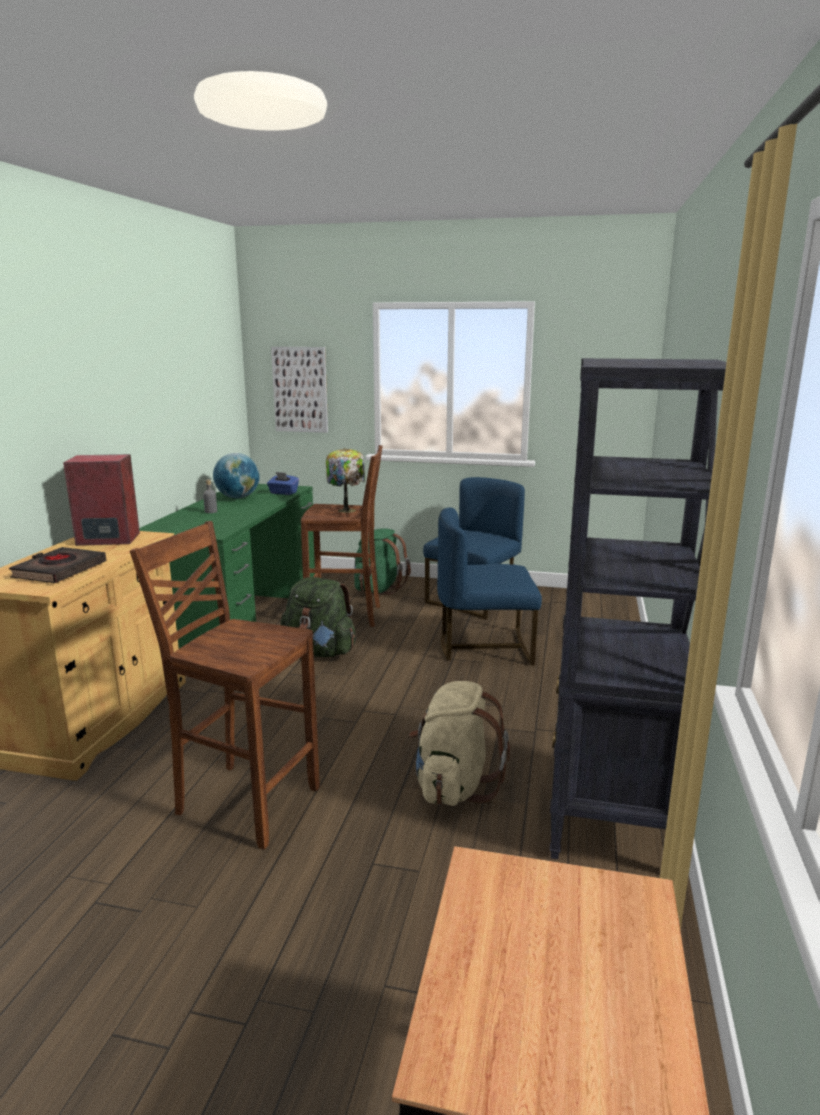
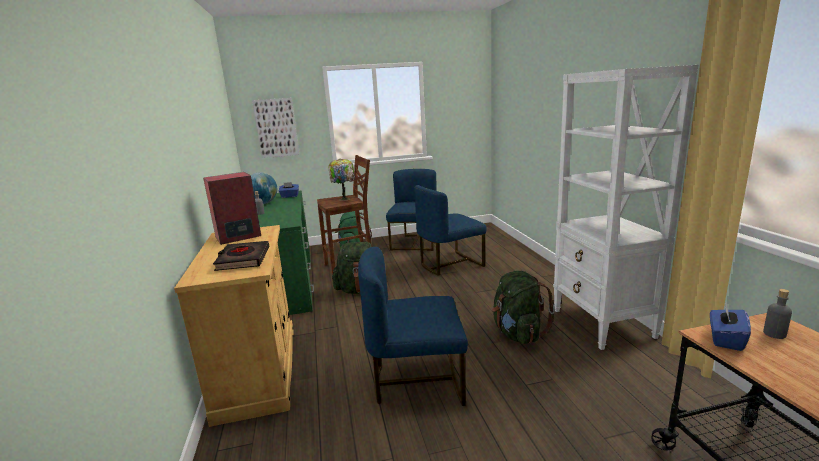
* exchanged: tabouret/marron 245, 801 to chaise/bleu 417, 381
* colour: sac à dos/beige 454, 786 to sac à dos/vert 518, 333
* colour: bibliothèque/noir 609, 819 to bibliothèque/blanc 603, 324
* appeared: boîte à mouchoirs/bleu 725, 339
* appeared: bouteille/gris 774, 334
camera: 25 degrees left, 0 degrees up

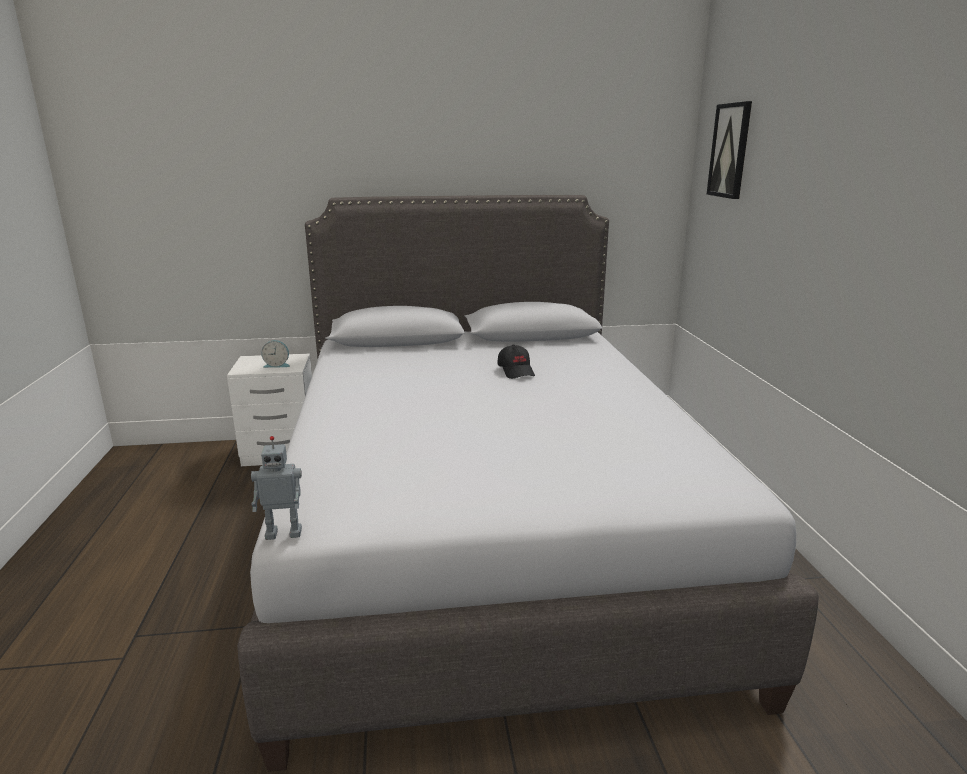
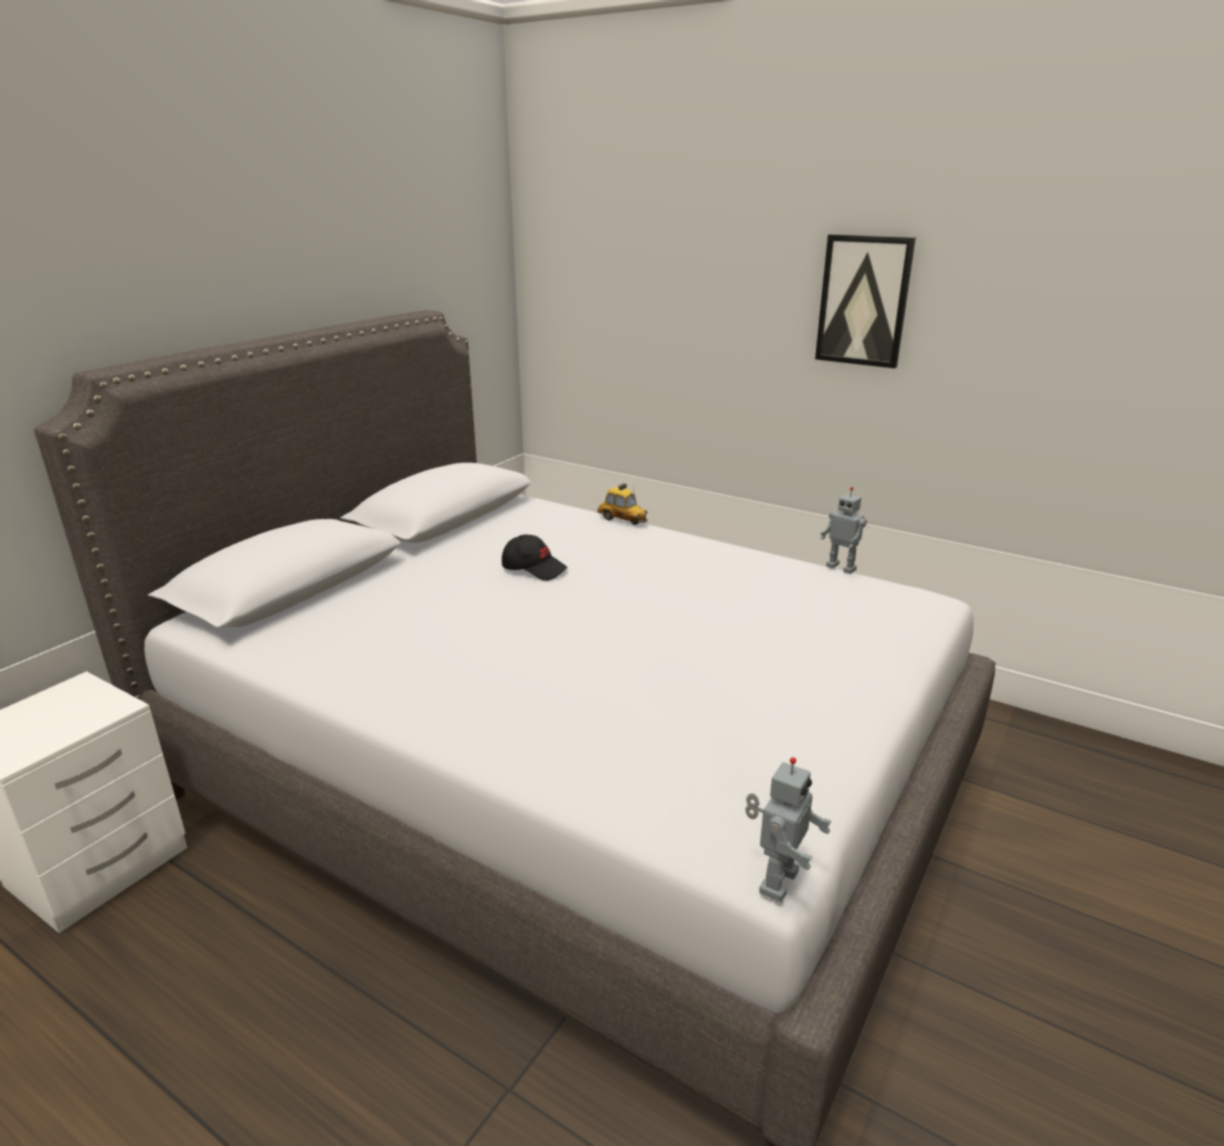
* missing: réveil 277, 365
* relocated: tableau 730, 150 to 863, 301
* appeared: petite voiture 622, 520
* appeared: robot jouet 842, 568
camera: 50 degrees left, 5 degrees up

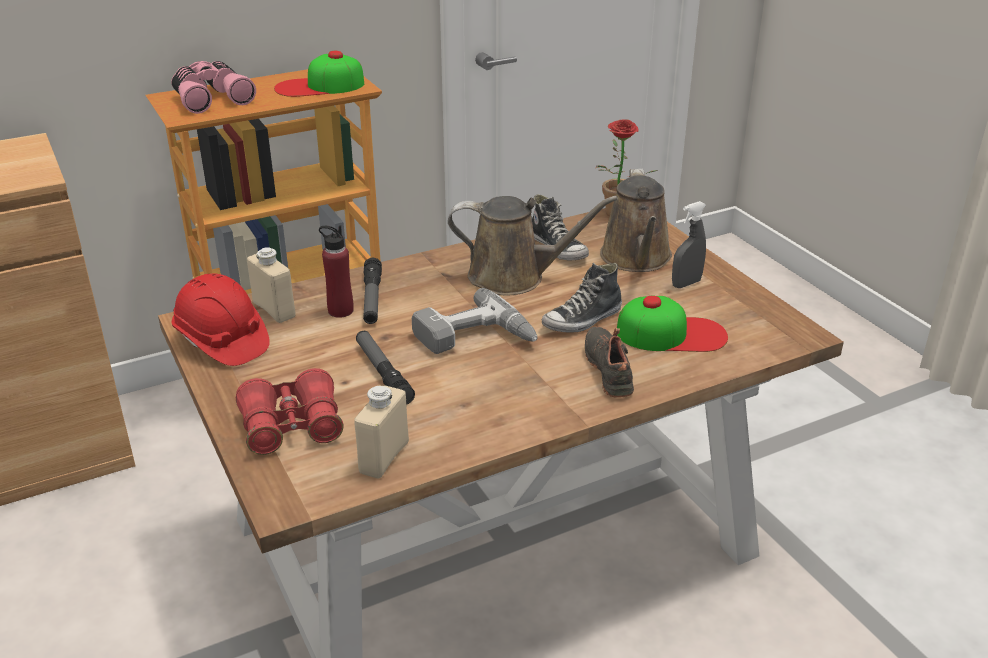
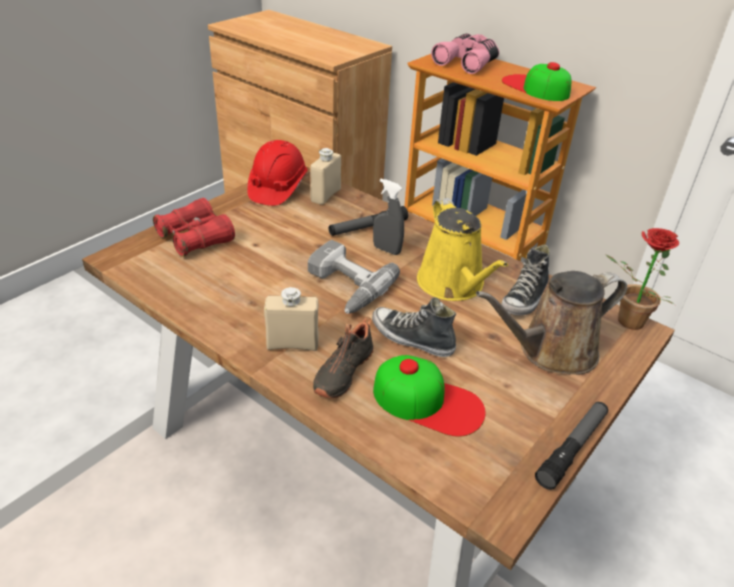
* missing: bouteille/rouge 340, 310
* relocated: bouteille/beige 384, 457 to 292, 344
* relocated: lampe de poche 383, 373 to 572, 448
* colour: arrosoir/marron 514, 277 to arrosoir/jaune 453, 285
* spun: chaussure/noir 610, 369 = 342, 371 150 degrees clockwise
* spun: casquette 671, 334 = 428, 401 45 degrees counterclockwise
* relocated: vaporisateur/gris 686, 284 to 387, 250
camera: 65 degrees right, 5 degrees up

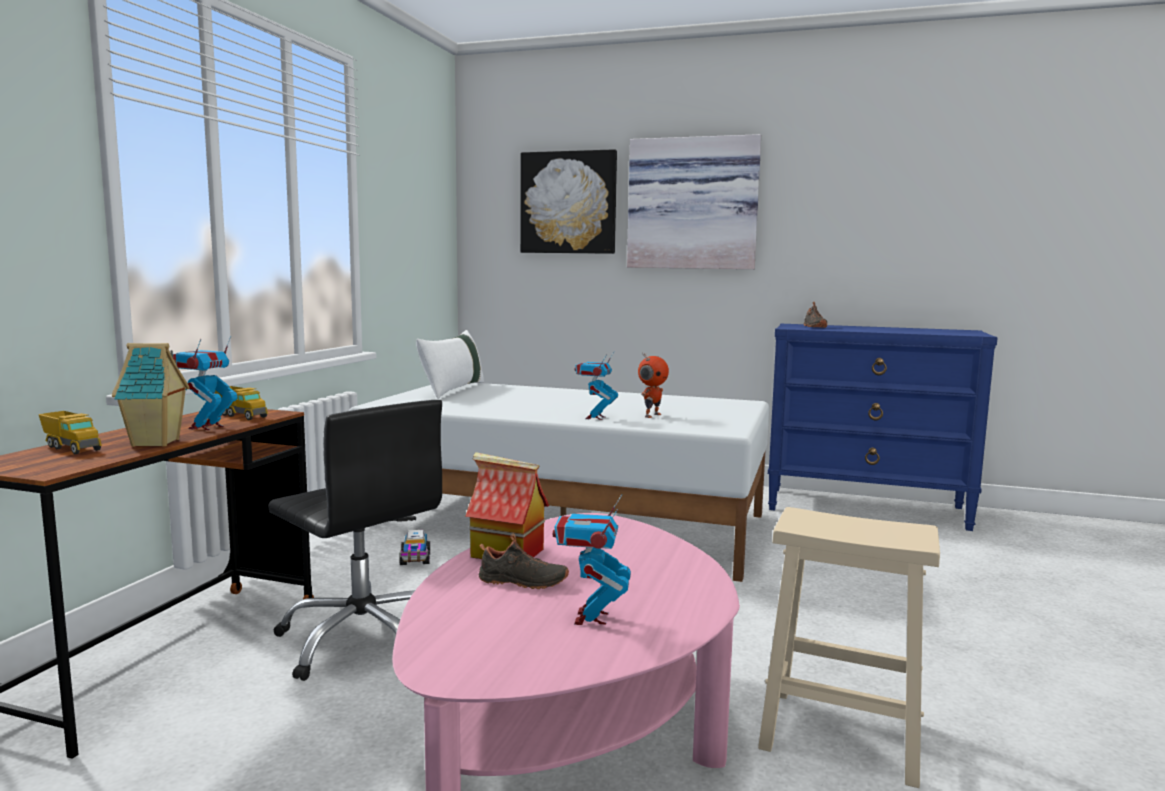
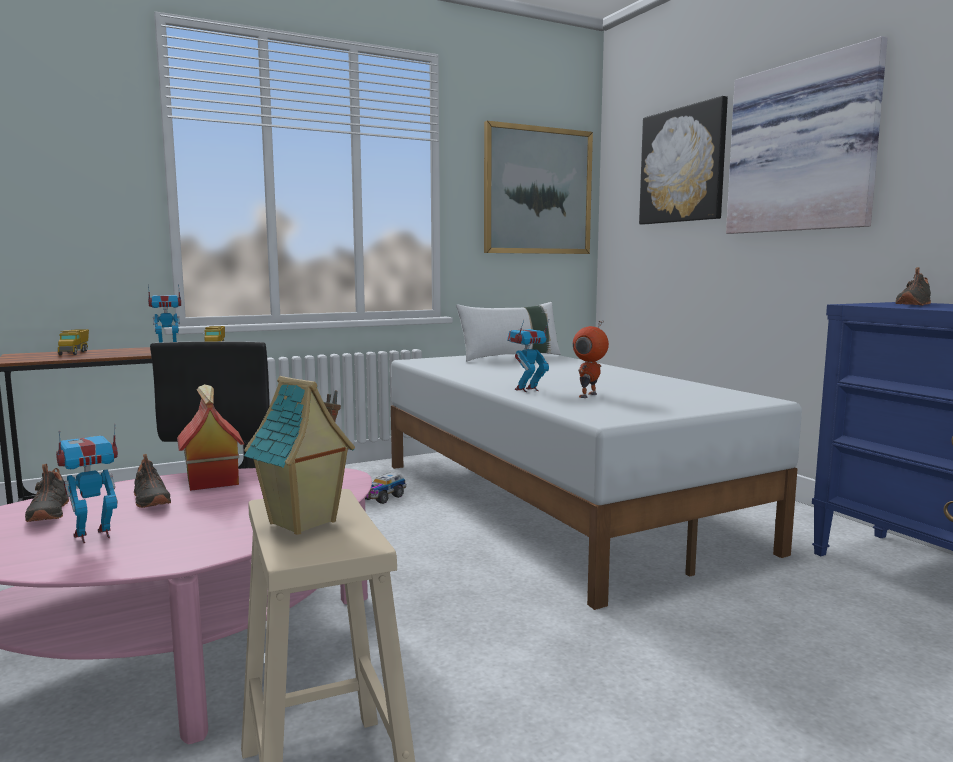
* relocated: maison miniature 156, 443 to 303, 523
* spun: robot jouet 651, 415 = 589, 396 135 degrees clockwise
* appeared: chaussure/noir 47, 513
* appeared: tableau 537, 191
camera: 45 degrees right, 0 degrees up

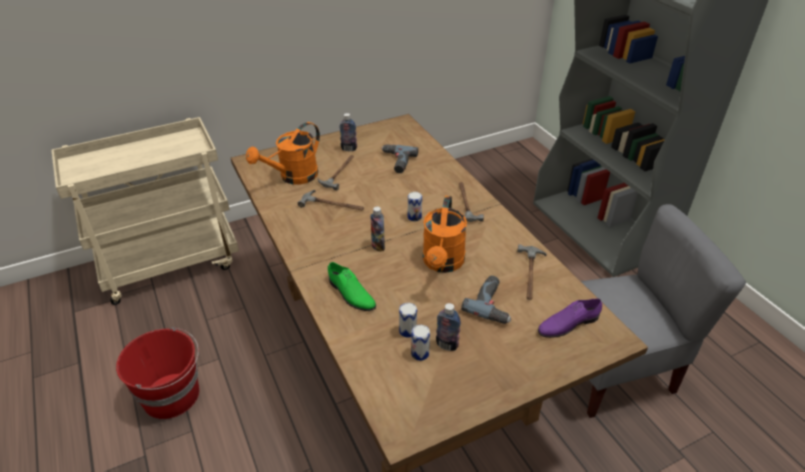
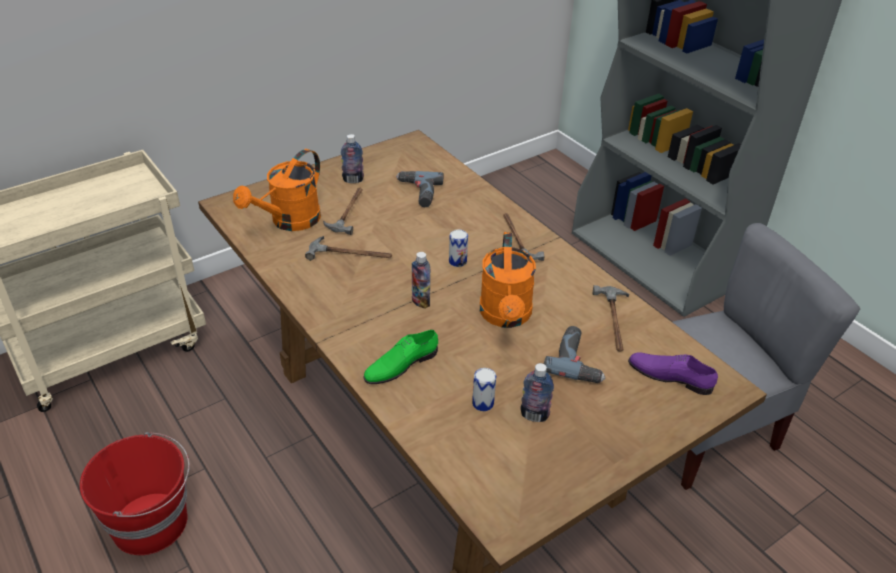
* spun: chaussure/vert 350, 294 = 400, 364 105 degrees clockwise
* missing: boîte métallique 420, 353
* spun: chaussure/violet 567, 323 = 670, 375 60 degrees clockwise
camera: 10 degrees left, 0 degrees up

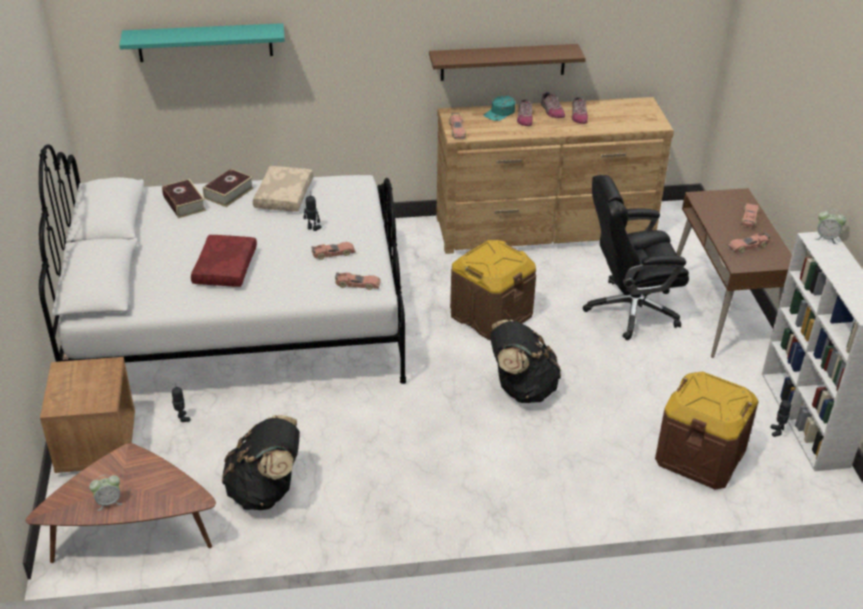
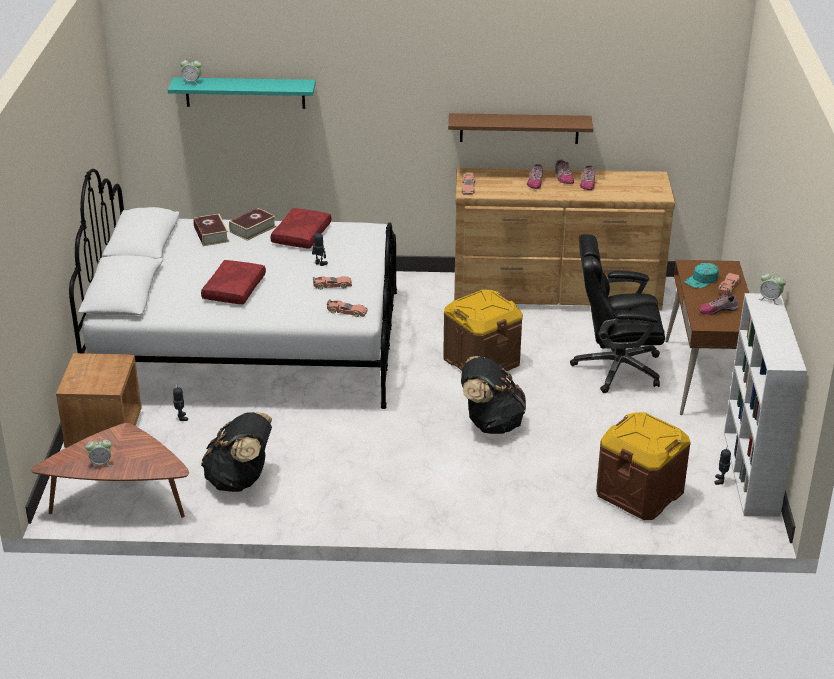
* colour: coussin/beige 283, 195 to coussin/rouge 300, 235
* relocated: casquette/turquoise 500, 113 to 701, 280
* exchanged: petite voiture 748, 246 to chaussure 717, 310
* appeared: réveil 192, 82
camera: 10 degrees right, 5 degrees down

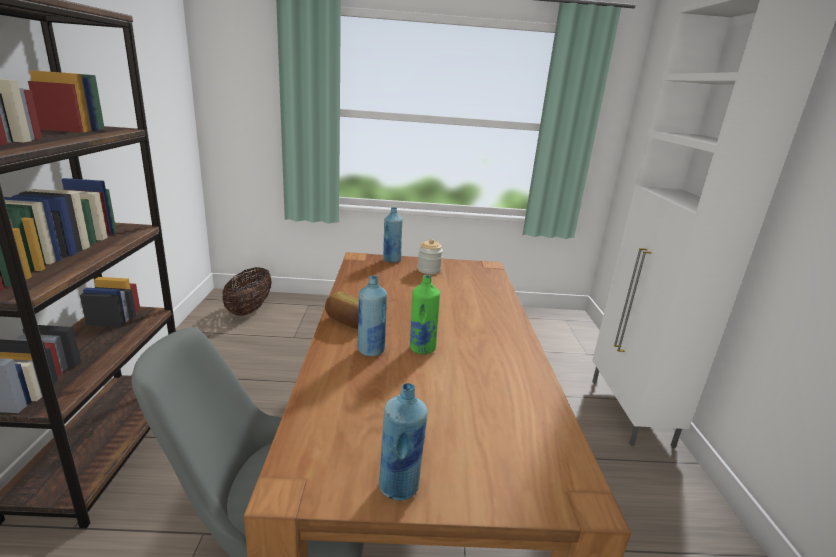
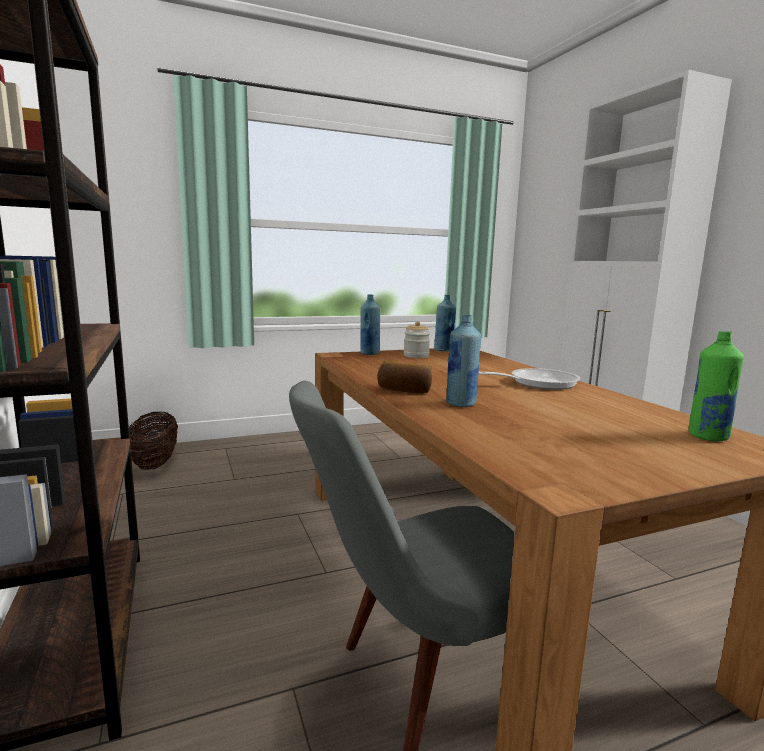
* relocated: bouteille/bleu 399, 486 to 444, 350
* relocated: bouteille/vert 422, 348 to 707, 436
* appeared: poêle 537, 383
camera: 20 degrees left, 10 degrees down

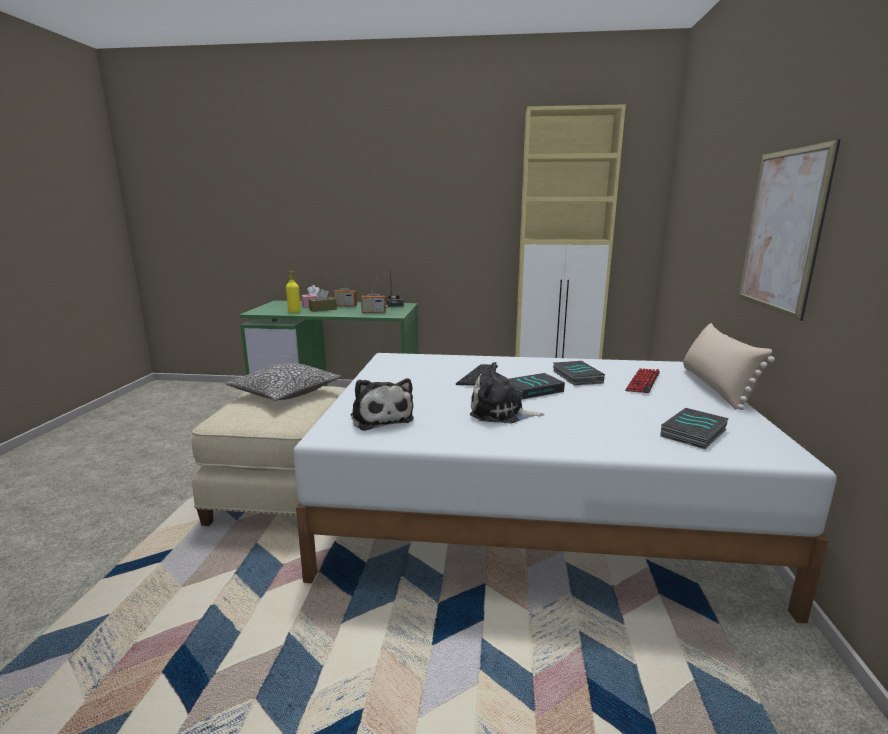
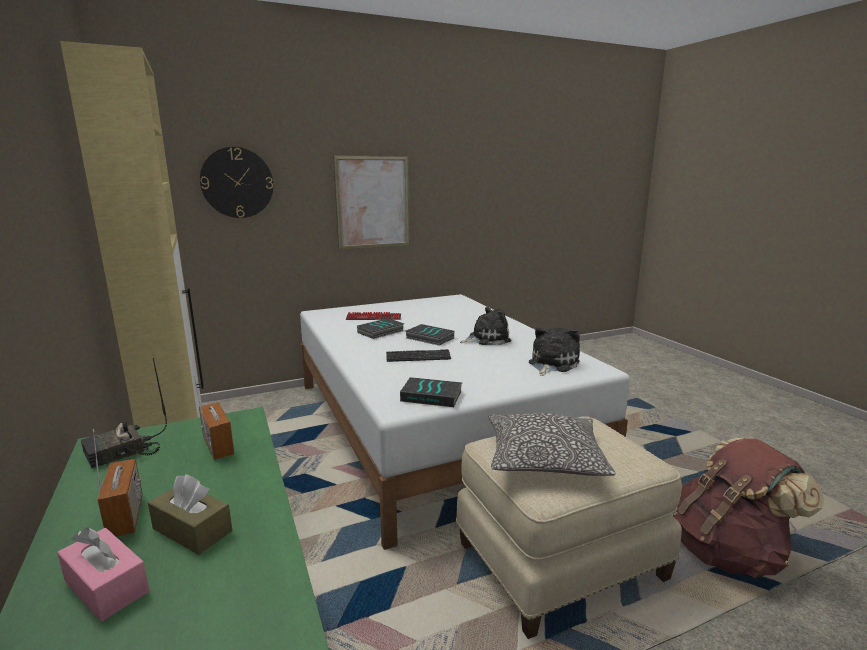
* missing: bouteille/jaune 294, 312
* spun: peluche 501, 413 = 486, 339 90 degrees counterclockwise
* relocated: livre 695, 433 to 432, 396
* missing: coussin/beige 716, 387
* appeared: horloge murale 237, 182
* appeared: sac à dos/marron 727, 552
camera: 120 degrees left, 0 degrees up

